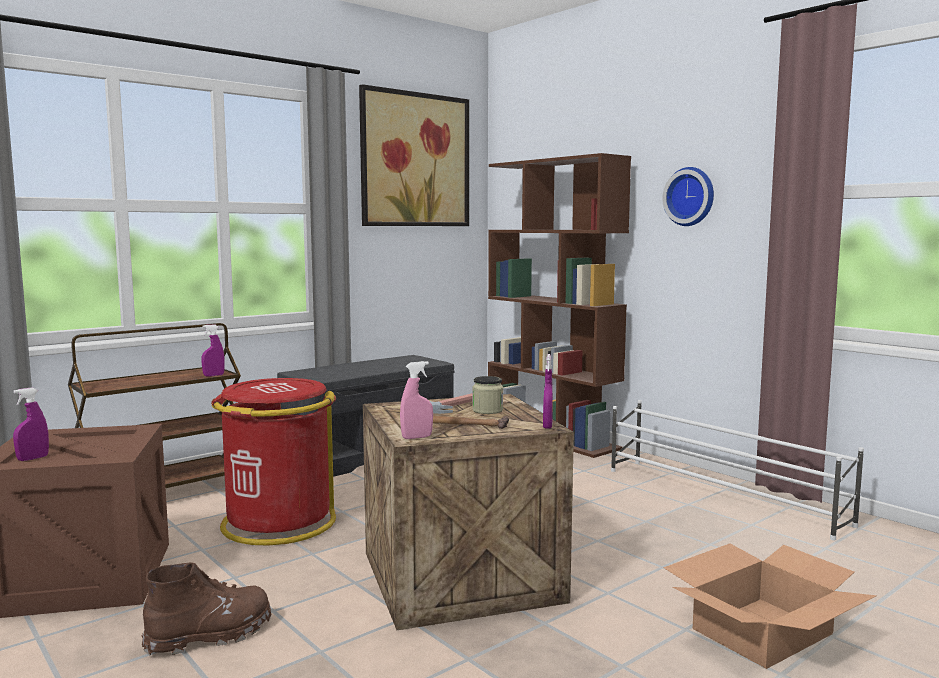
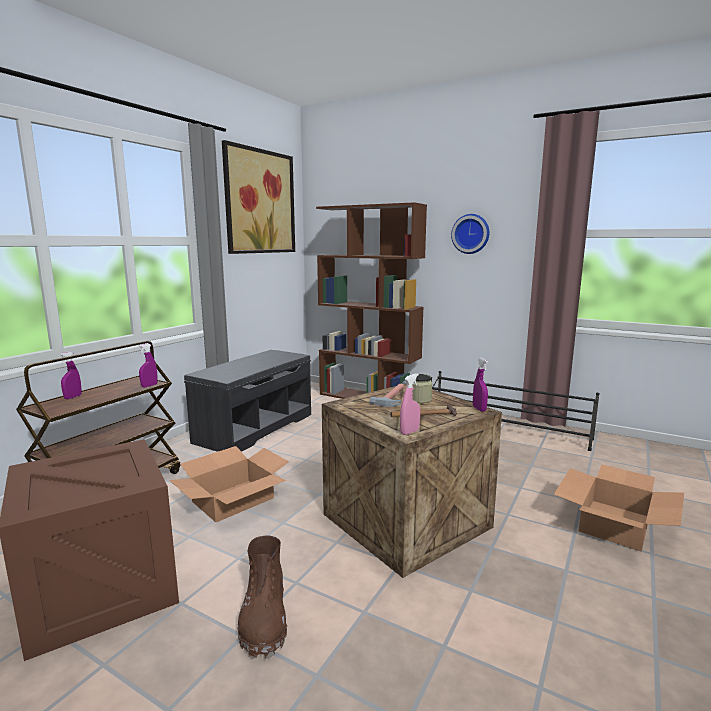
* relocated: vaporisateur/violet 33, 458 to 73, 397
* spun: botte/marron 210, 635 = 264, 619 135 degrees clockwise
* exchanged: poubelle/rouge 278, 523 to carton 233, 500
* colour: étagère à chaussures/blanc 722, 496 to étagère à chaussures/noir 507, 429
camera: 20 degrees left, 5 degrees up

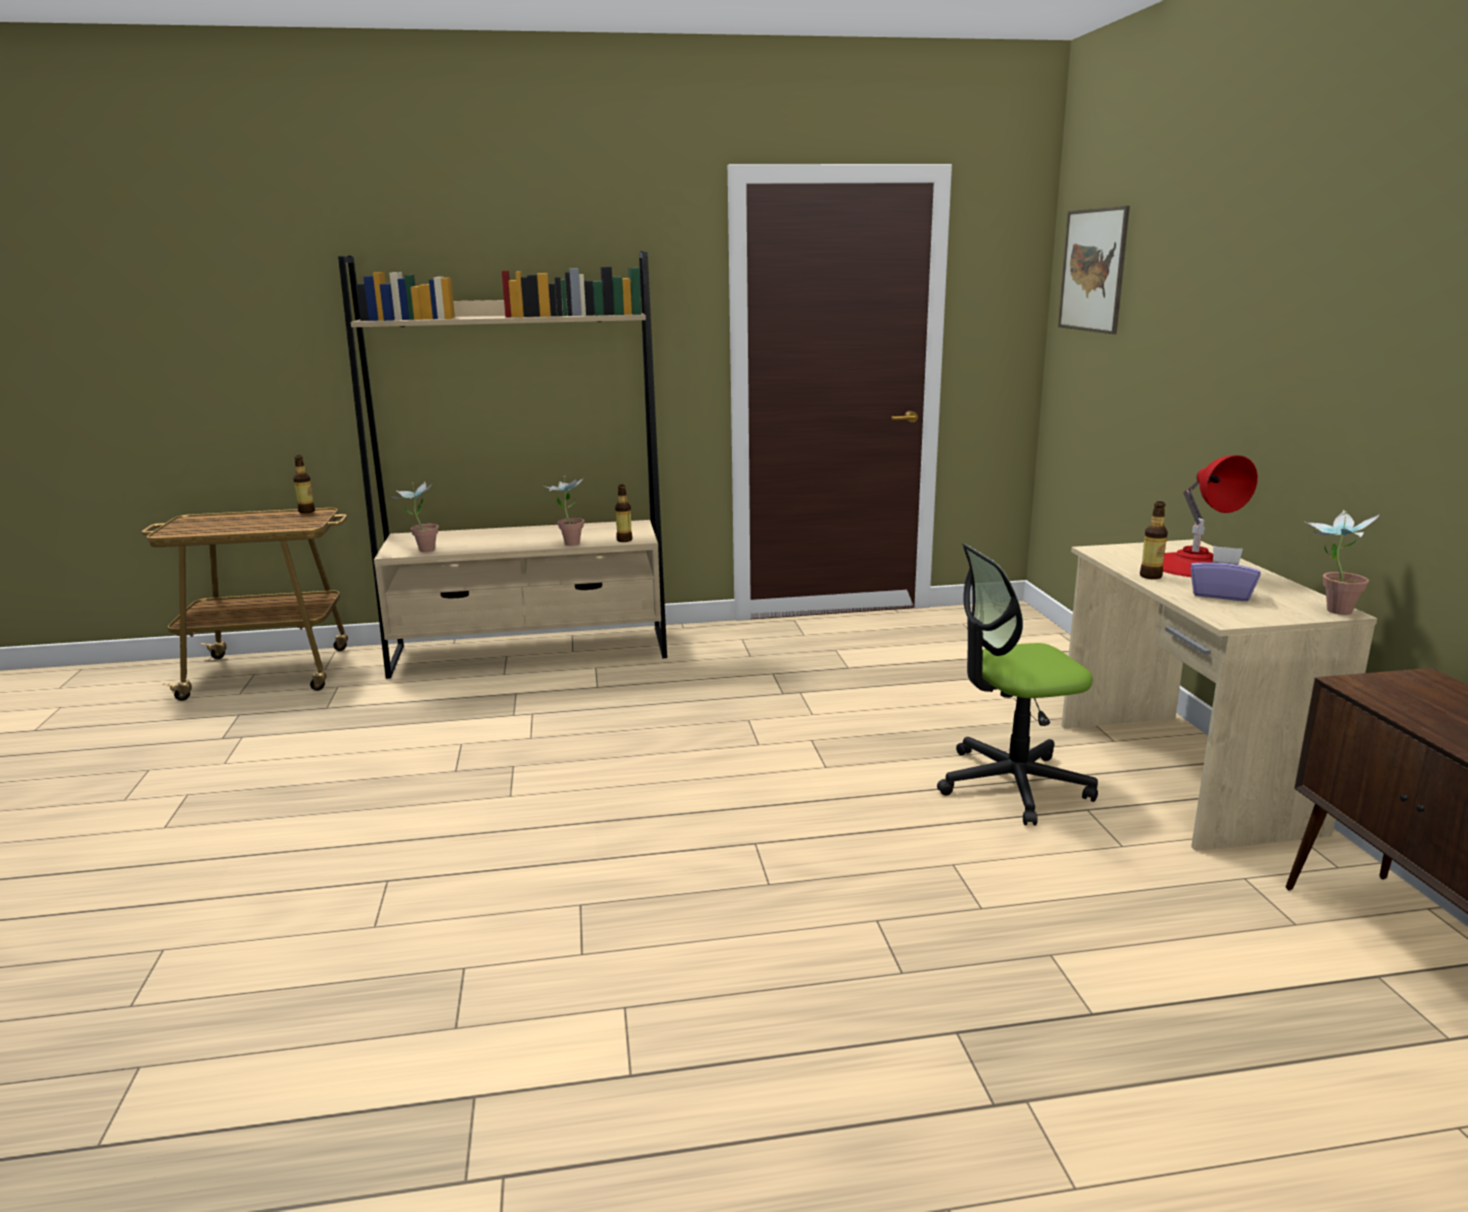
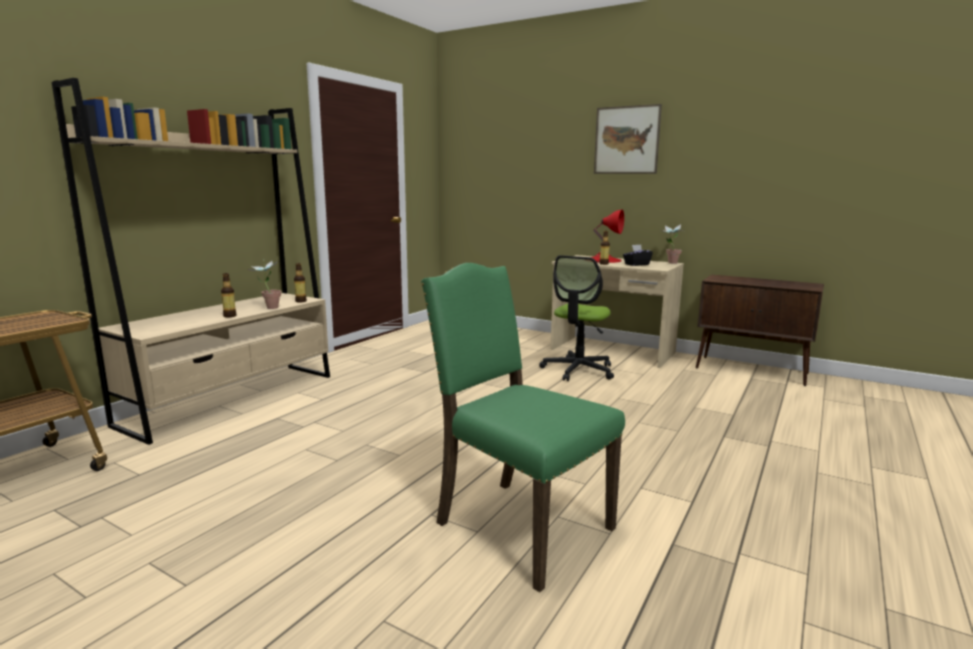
* relocated: bouteille 307, 511 to 230, 316
* missing: plante en pot 421, 550
* relocated: tableau 1093, 270 to 626, 140
* colour: boîte à mouchoirs/violet 1220, 594 to boîte à mouchoirs/noir 636, 264
* appeared: chaise/vert 518, 526
camera: 50 degrees left, 5 degrees down

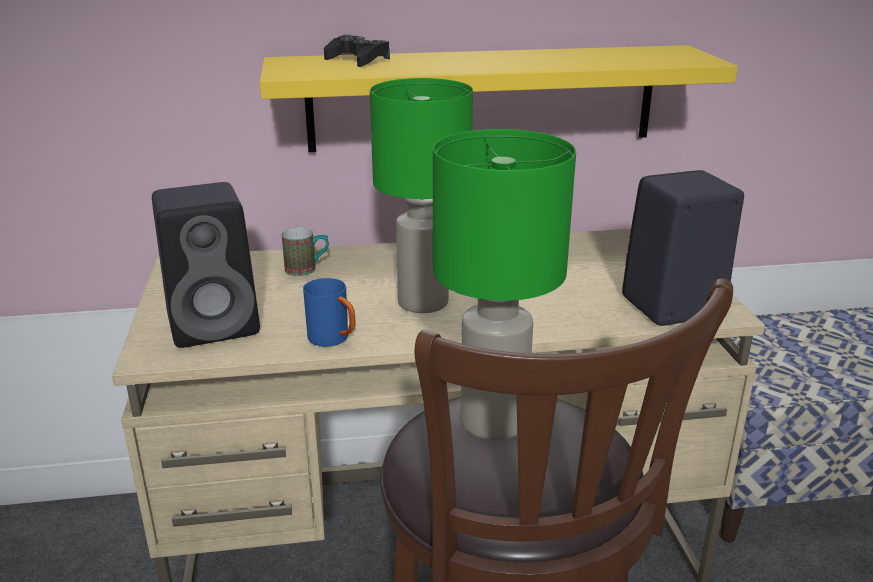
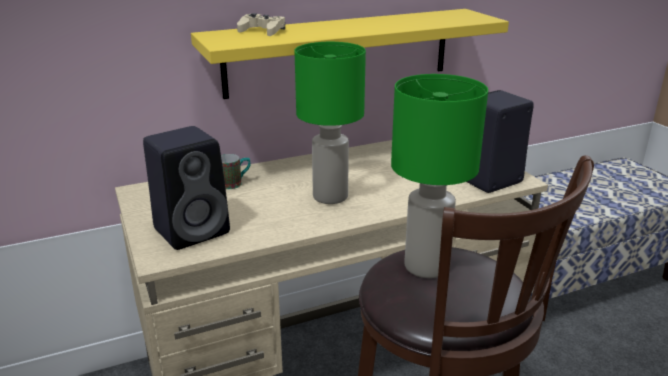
* missing: mug/bleu 334, 340
* colour: manette/noir 357, 60 to manette/beige 262, 31
camera: 15 degrees left, 0 degrees up

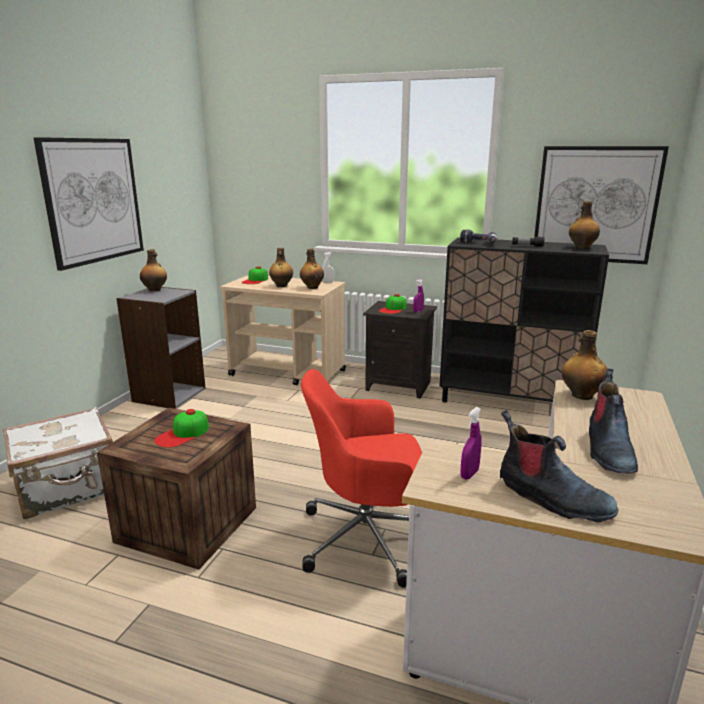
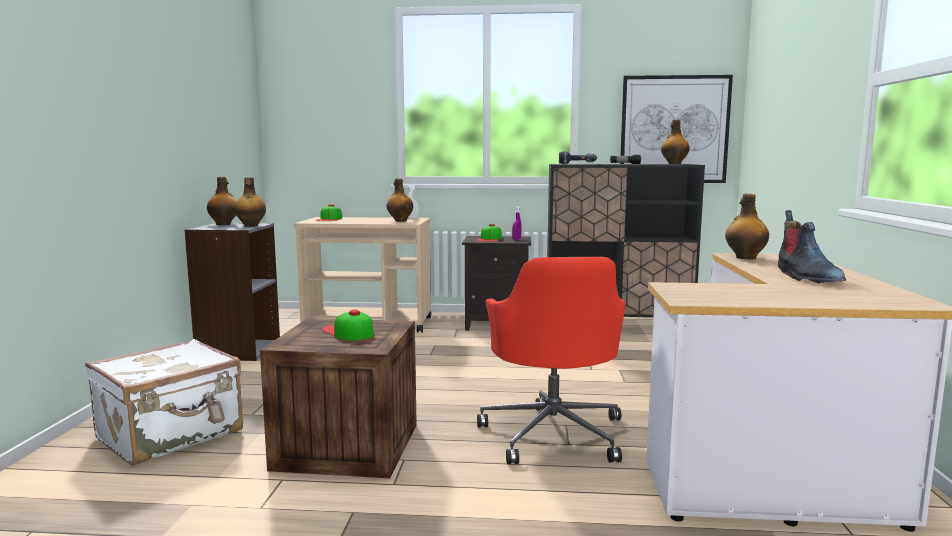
* missing: tableau 93, 201
* spun: casquette 183, 434 = 348, 332 120 degrees clockwise
* relocated: bouteille 281, 286 to 251, 226
* spun: chaise de bureau/rouge 367, 538 = 553, 433 75 degrees counterclockwise
* missing: vaporisateur/violet 469, 474
* missing: botte 551, 499
camera: 15 degrees left, 10 degrees down

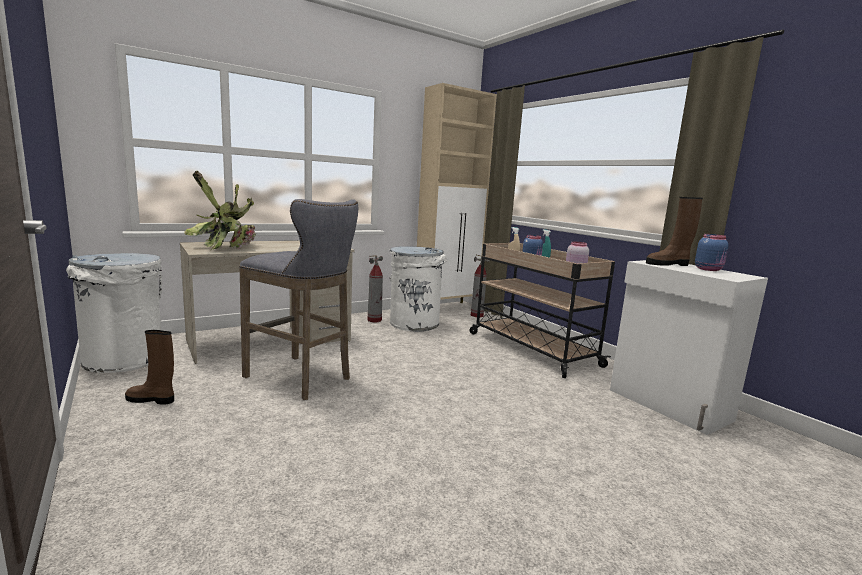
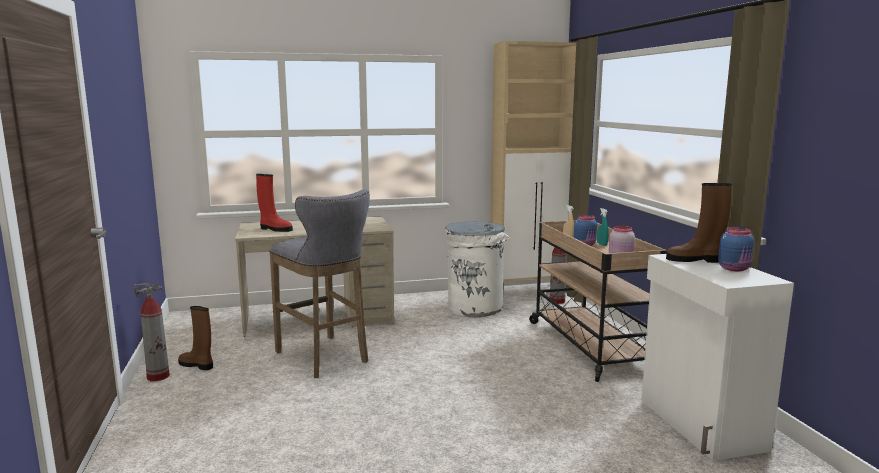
* missing: poubelle/blanc 125, 360
* exchanged: plante en pot 227, 247 to botte/rouge 275, 229
* relocated: extincteur 374, 320 to 158, 376
camera: 20 degrees right, 0 degrees up

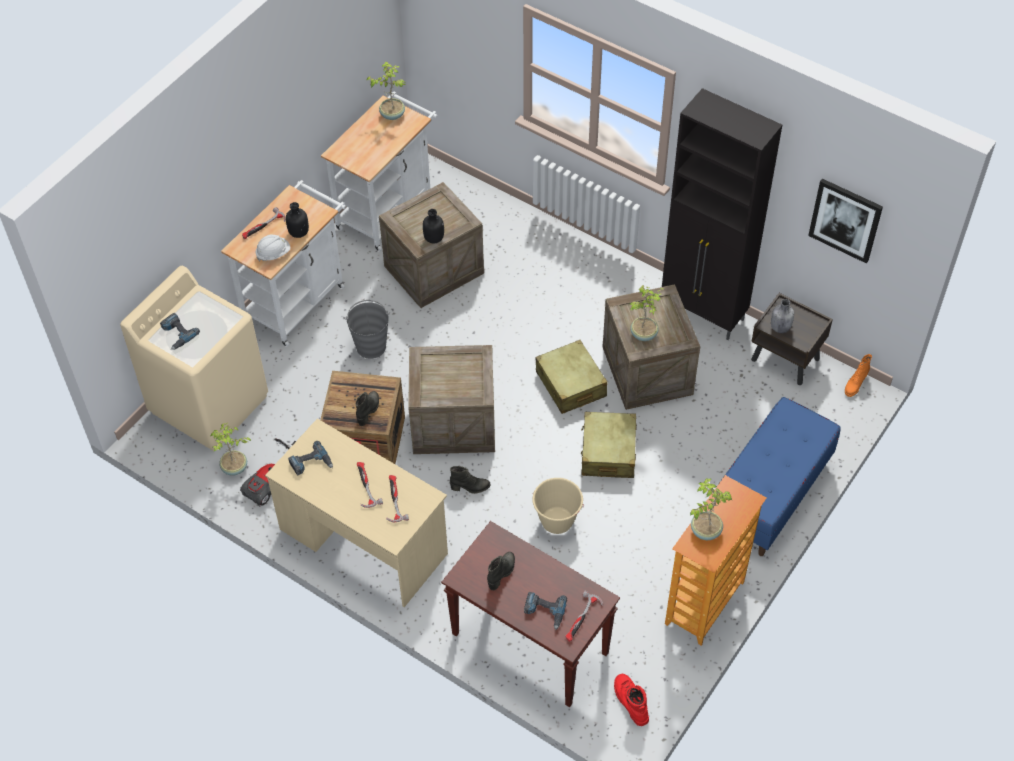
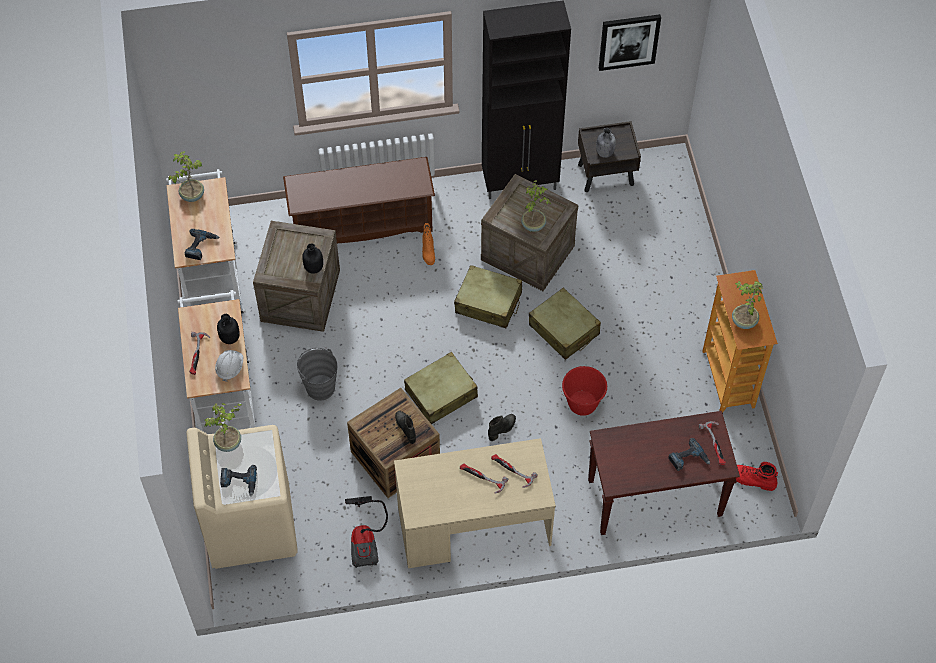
* relocated: plante en pot 234, 468 to 229, 443
* relocated: perceuse 311, 463 to 201, 246
* exchanged: caisse 454, 423 to valise/beige 441, 394
* missing: botte/noir 502, 573
* colour: seau/beige 557, 521 to seau/rouge 582, 404
* missing: banc/bleu 769, 495
* relocated: botte/orange 855, 384 to 428, 252
* appeared: étagère à chaussures/marron 362, 223
camera: 45 degrees left, 5 degrees up

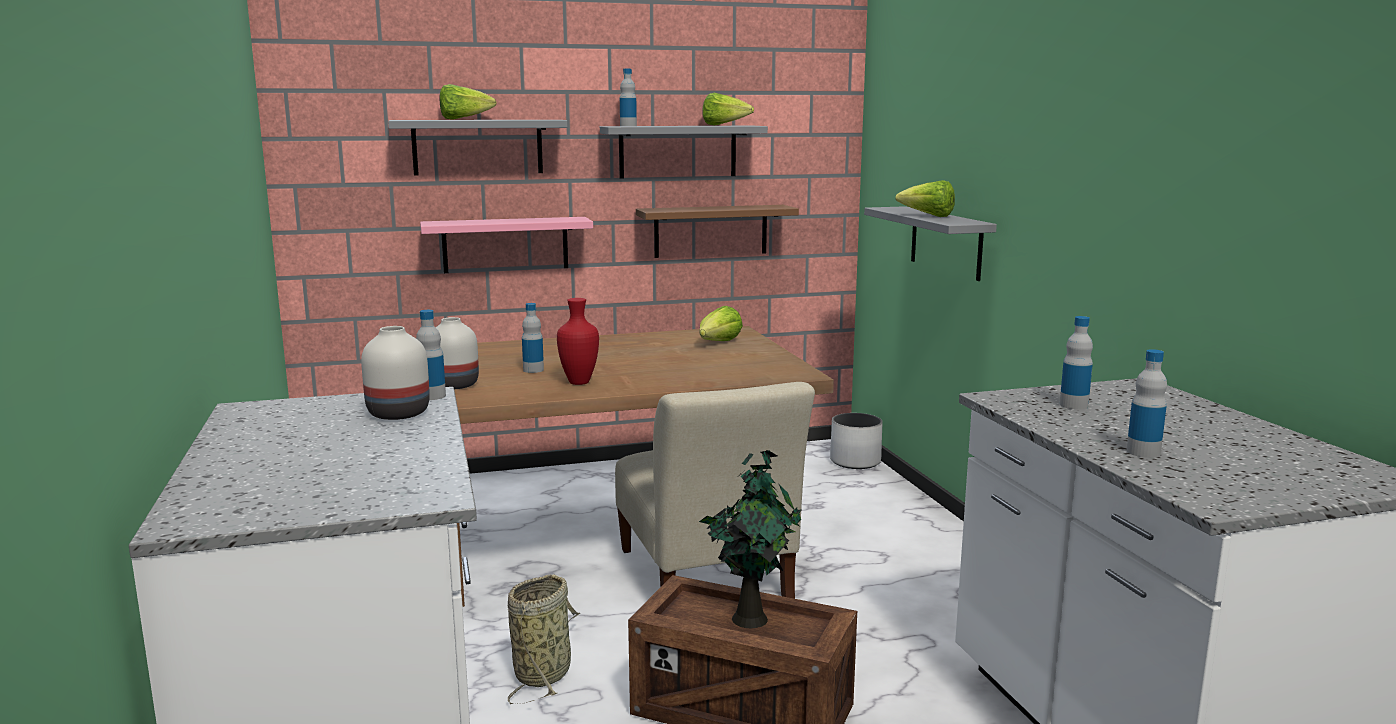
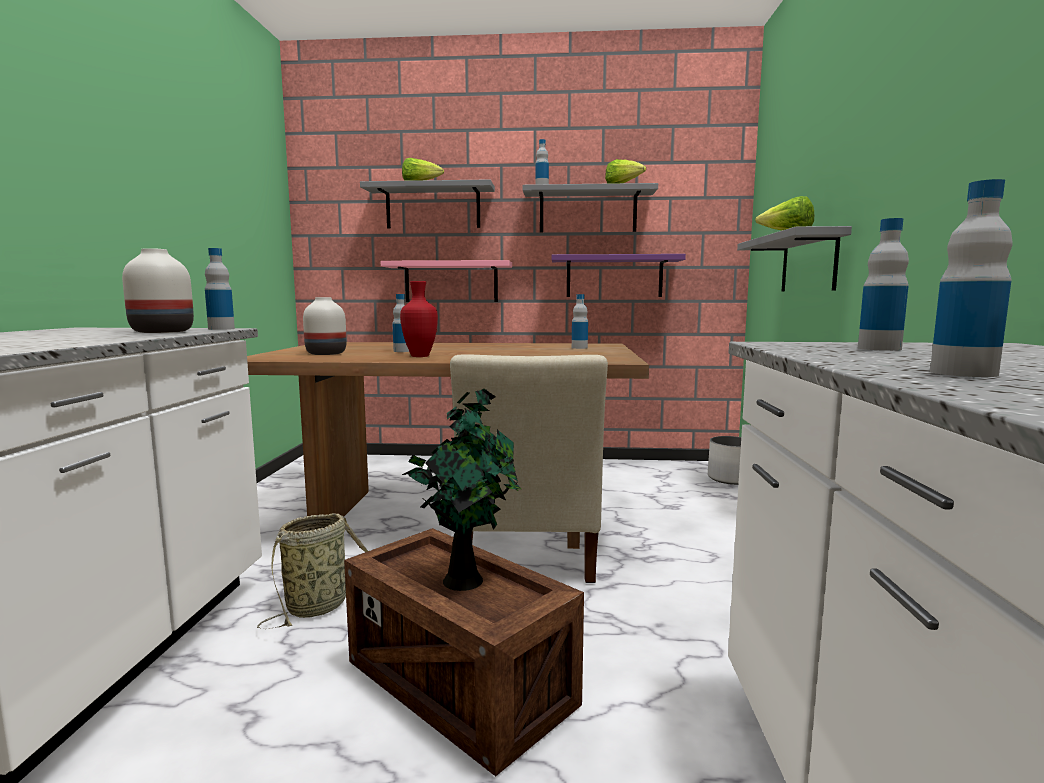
* colour: étagère/marron 710, 231 to étagère/violet 614, 276
* exchanged: laitue 718, 343 to bouteille 579, 348
camera: 20 degrees right, 5 degrees down

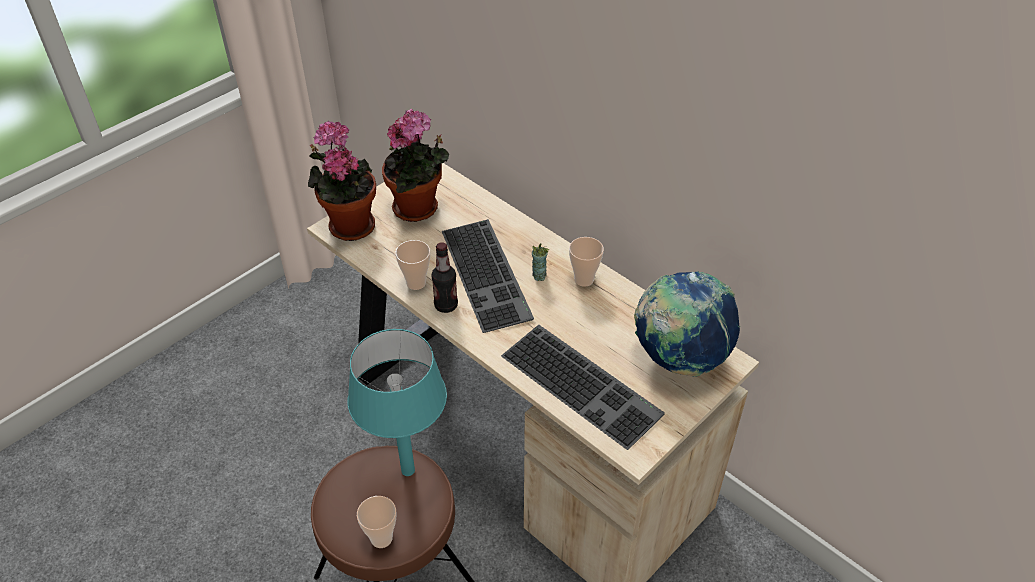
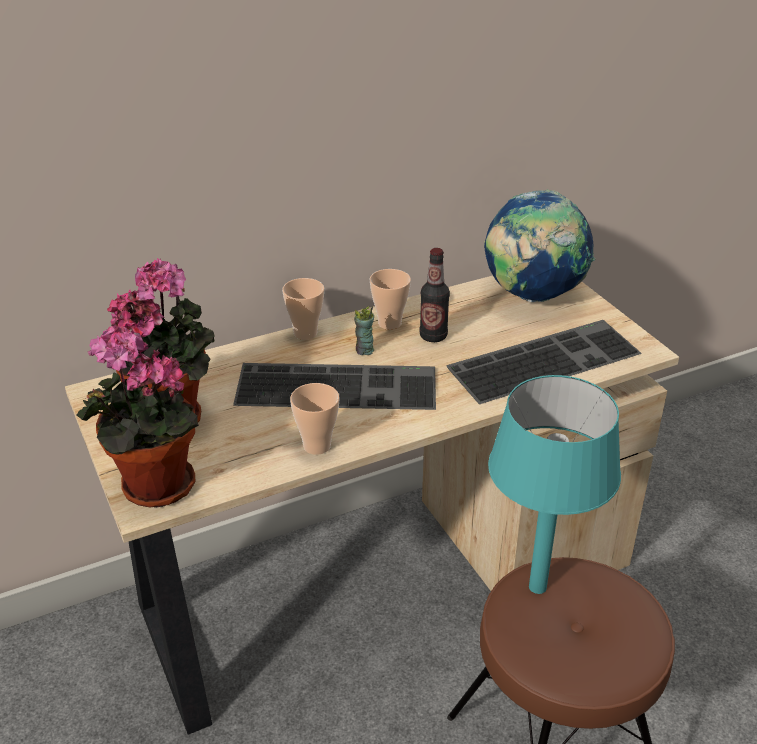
* relocated: tasse 381, 538 to 305, 333
* relocated: bouteille 446, 305 to 433, 336
camera: 70 degrees left, 10 degrees down

